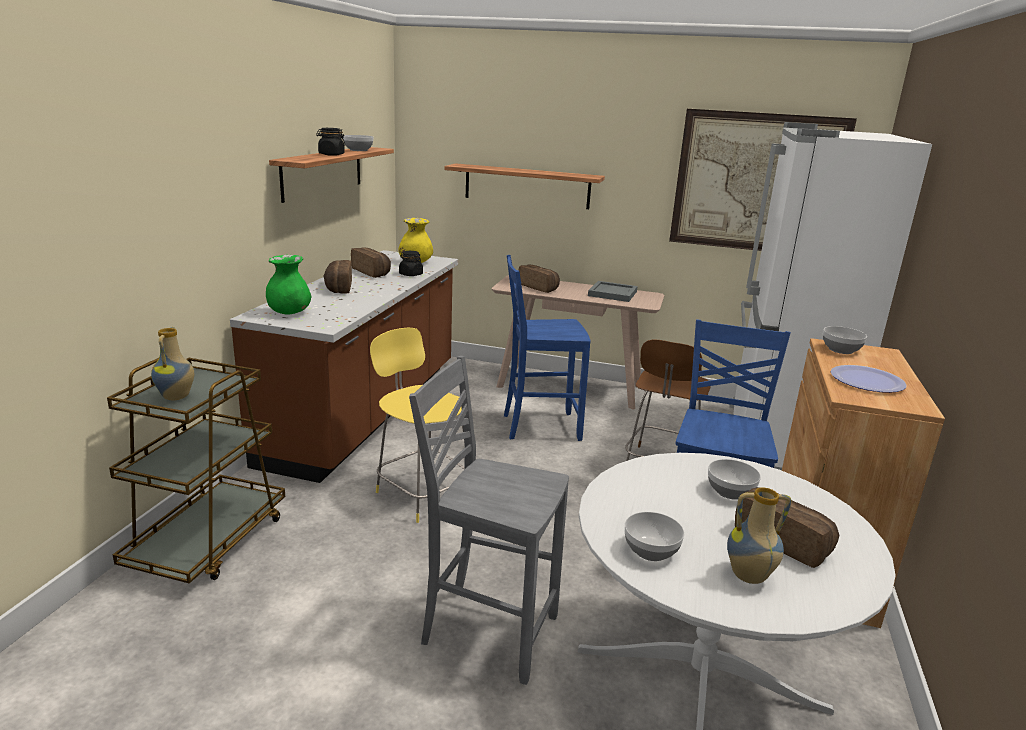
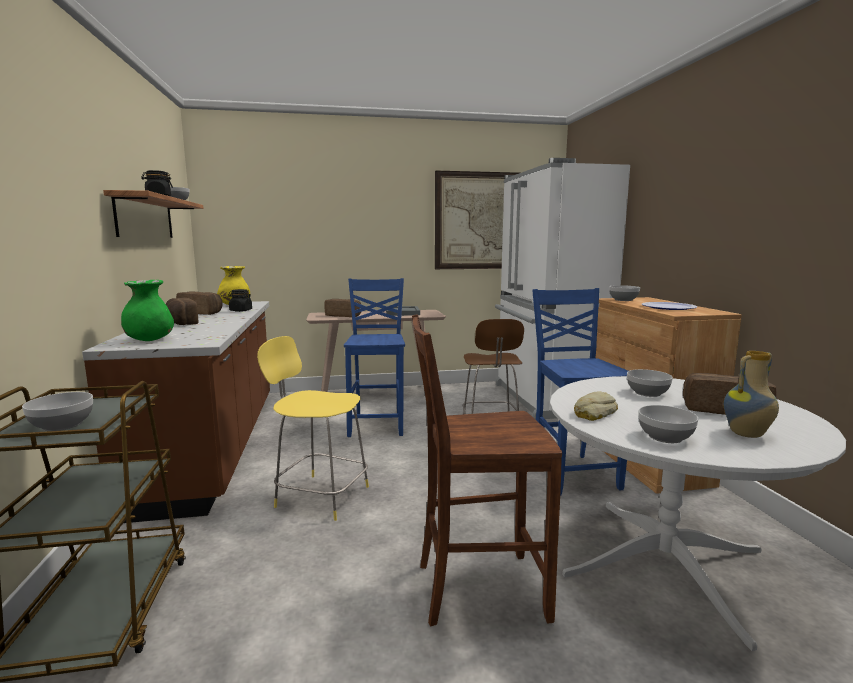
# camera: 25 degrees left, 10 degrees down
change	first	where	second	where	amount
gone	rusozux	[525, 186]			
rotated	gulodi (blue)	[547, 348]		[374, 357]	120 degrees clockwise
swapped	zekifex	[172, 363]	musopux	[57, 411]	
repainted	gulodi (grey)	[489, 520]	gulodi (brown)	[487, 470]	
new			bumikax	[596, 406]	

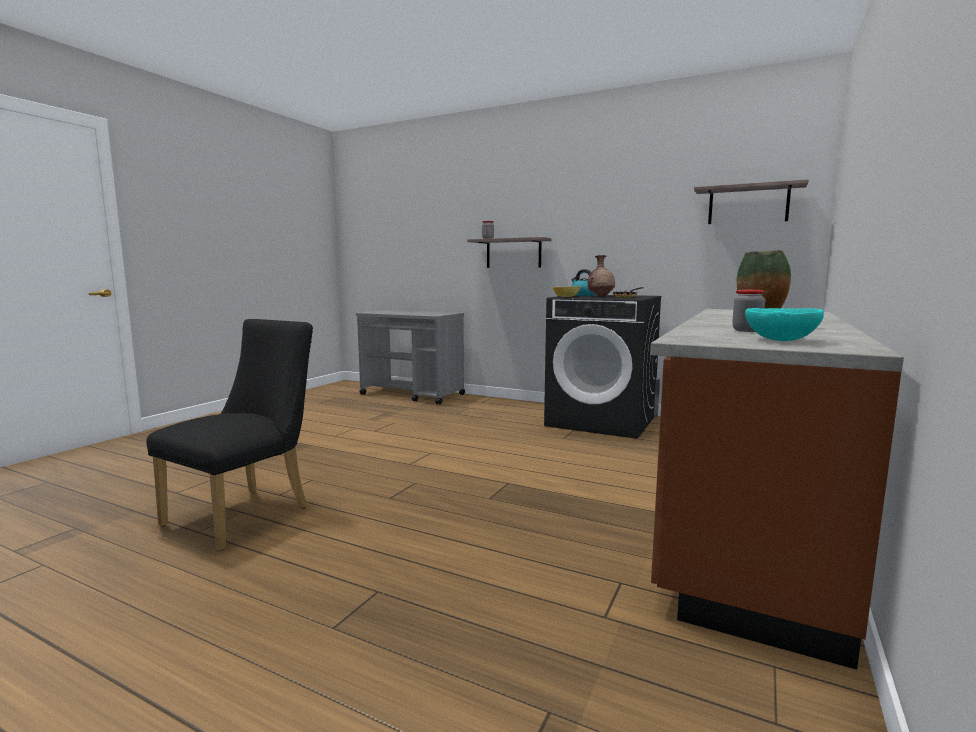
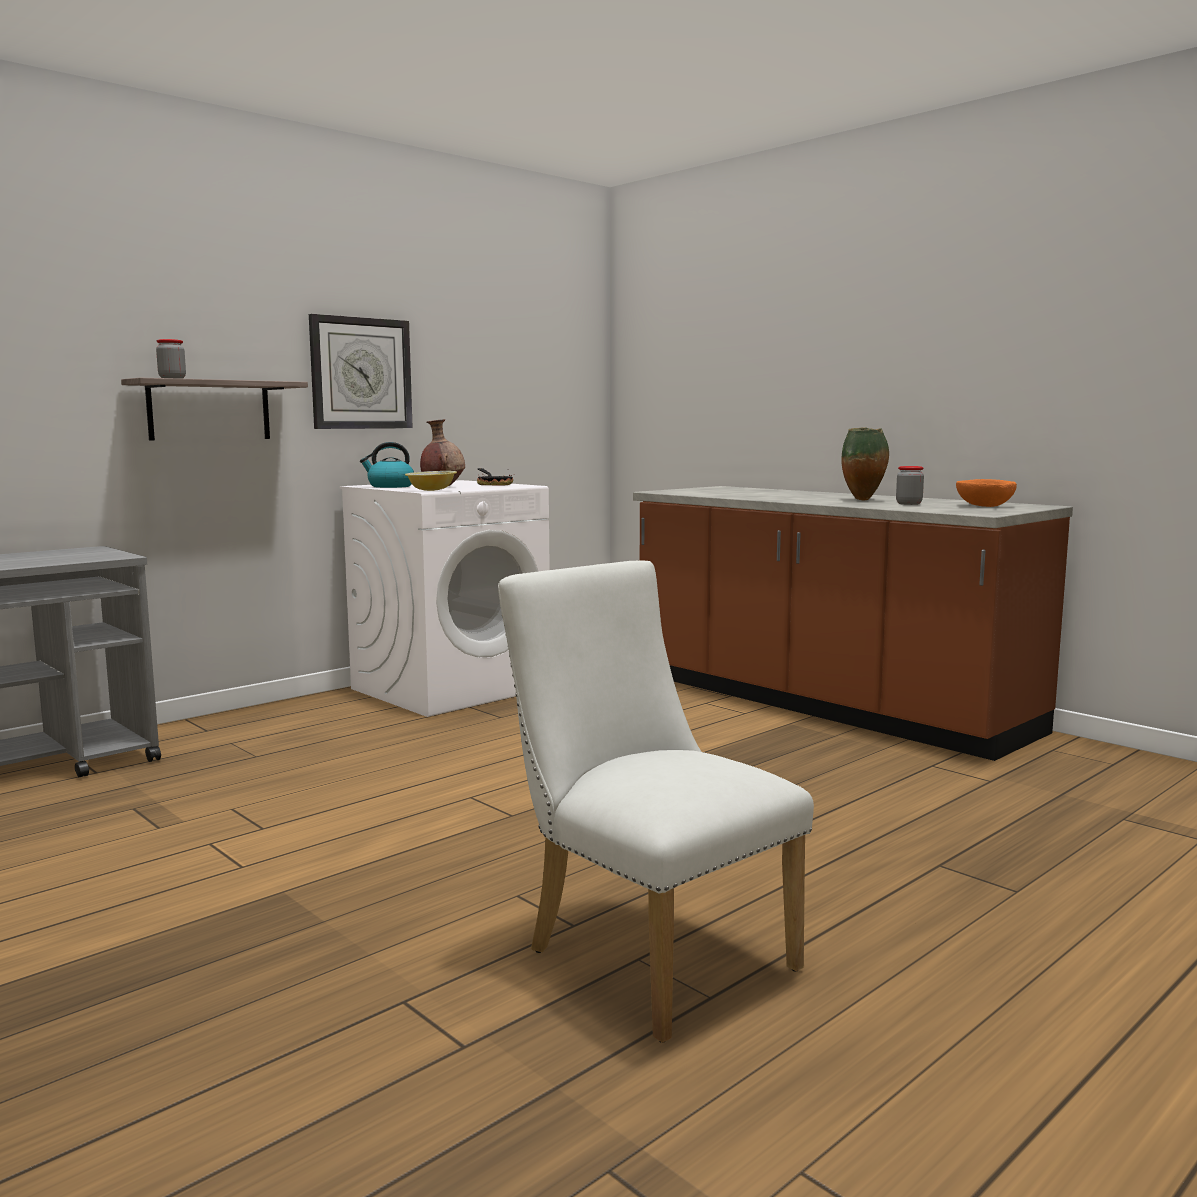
# camera: 70 degrees left, 0 degrees up
change	first	where	second	where	amount
gone	rusozux	[751, 201]			
repainted	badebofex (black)	[603, 367]	badebofex (white)	[445, 598]	
repainted	musopux (turquoise)	[784, 324]	musopux (orange)	[986, 493]	
repainted	gulodi (black)	[229, 435]	gulodi (white)	[656, 802]	
new			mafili	[361, 371]	

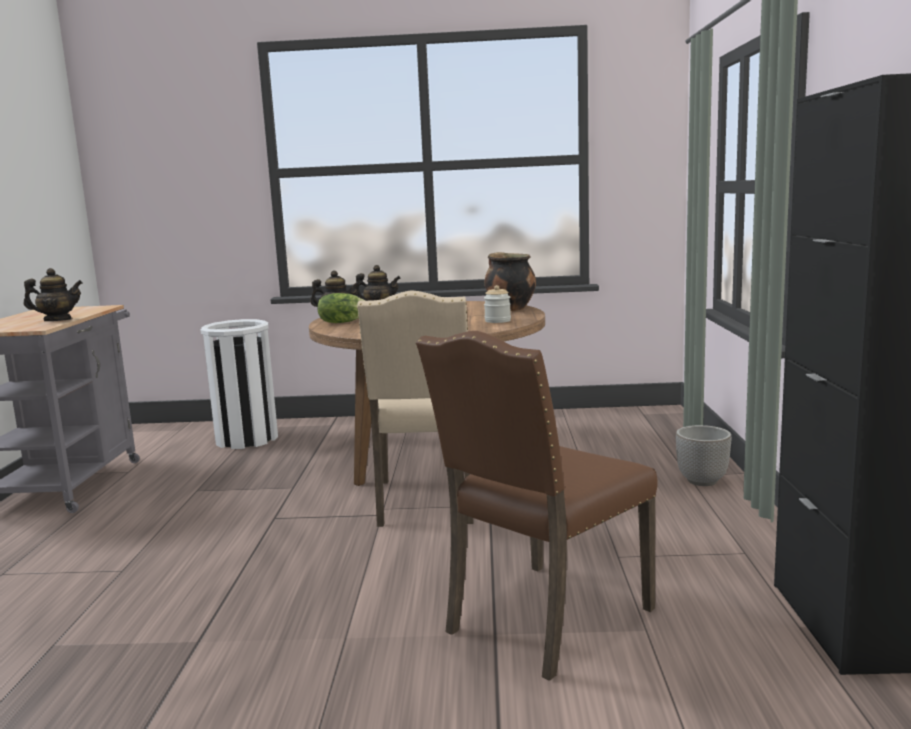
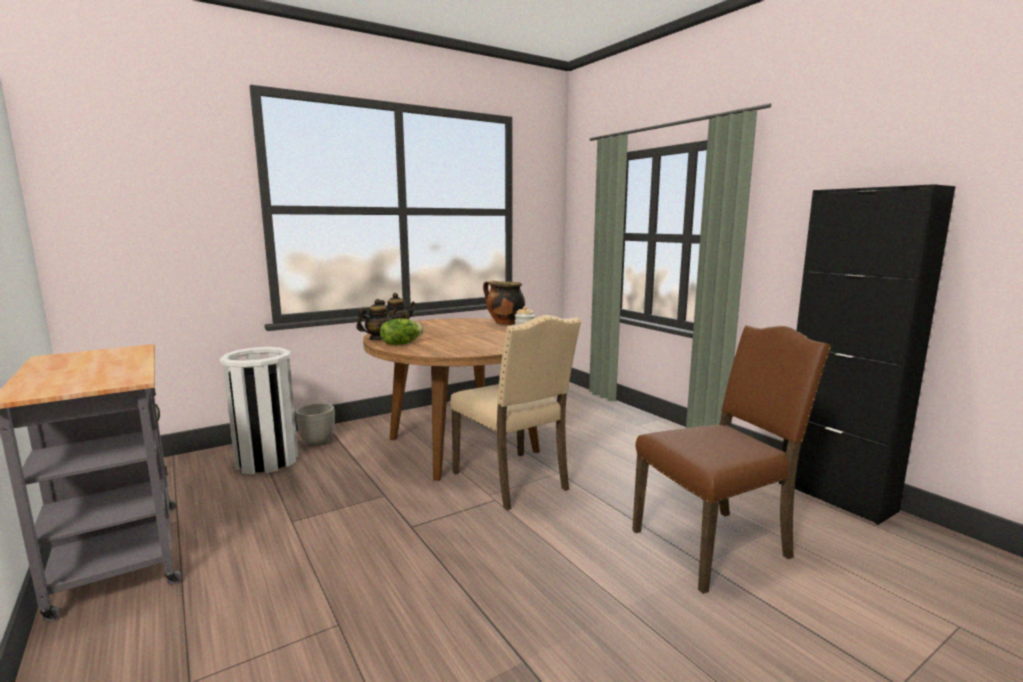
# camera: 35 degrees left, 0 degrees up
change	first	where	second	where	amount
gone	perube	[53, 294]			
rotated	gulodi (brown)	[537, 506]		[731, 459]	120 degrees counterclockwise
shifted	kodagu	[704, 455]		[315, 424]	

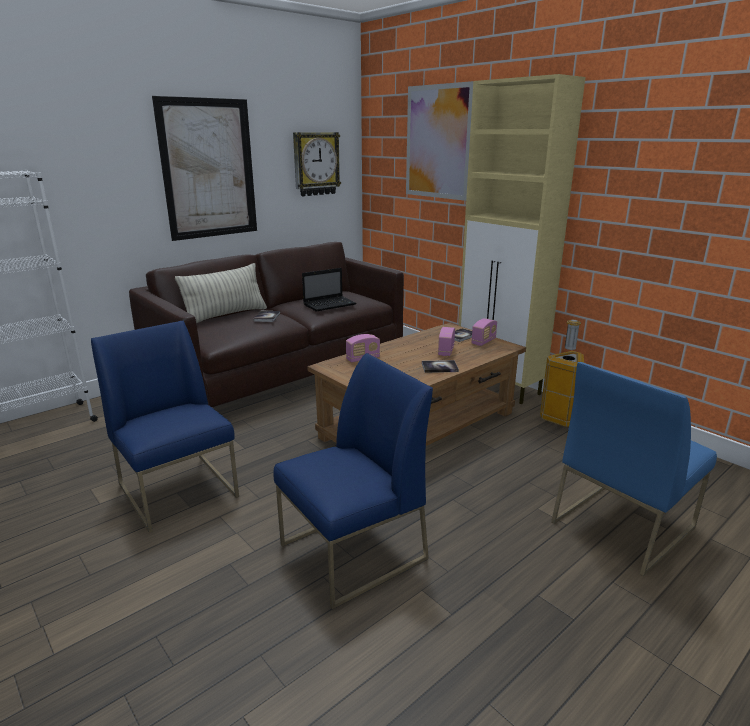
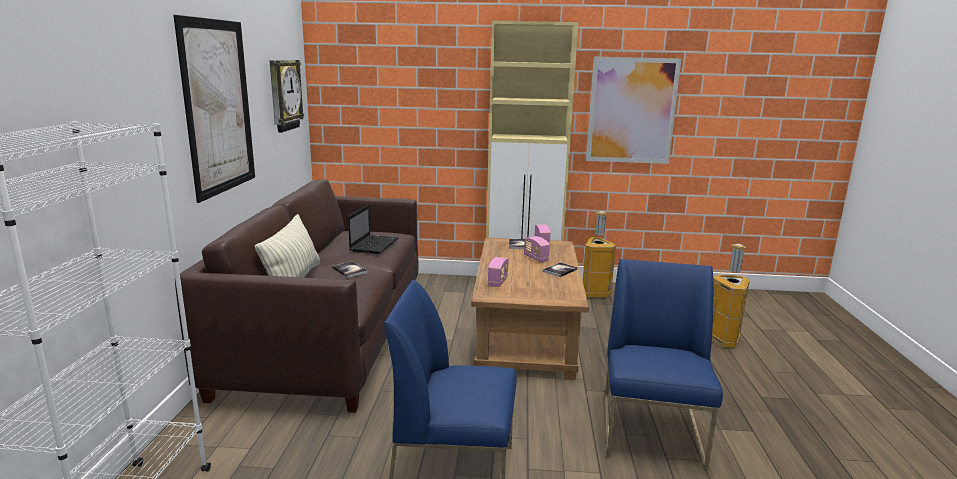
# camera: 45 degrees left, 5 degrees down
change	first	where	second	where	amount
shifted	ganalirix	[439, 141]		[633, 110]	
swapped	gulodi (blue)	[634, 469]	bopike	[731, 296]	

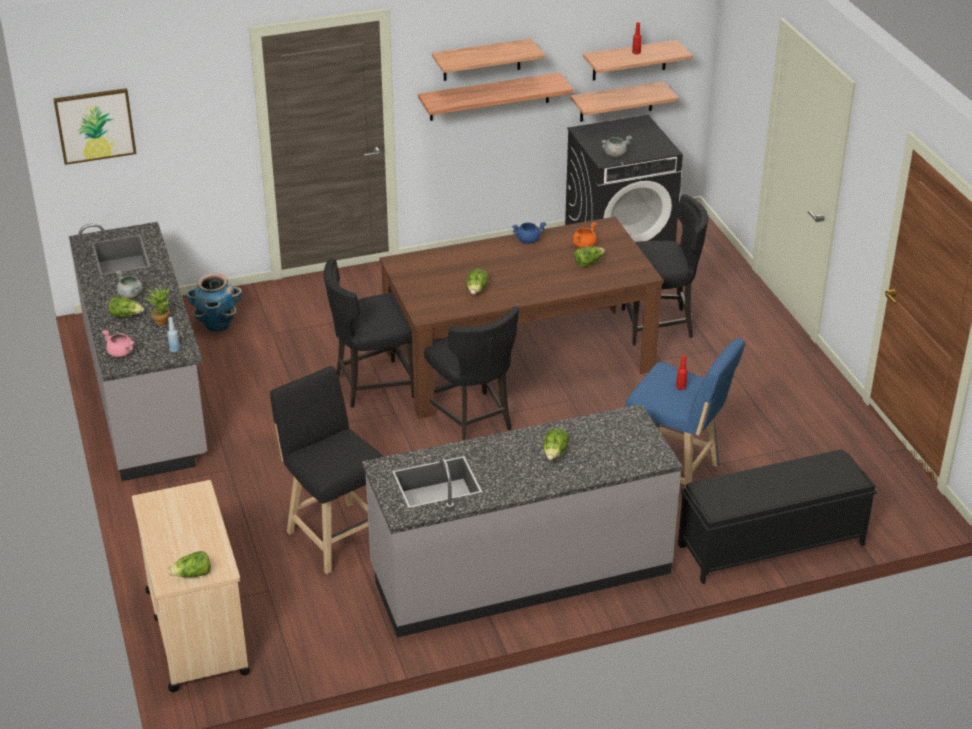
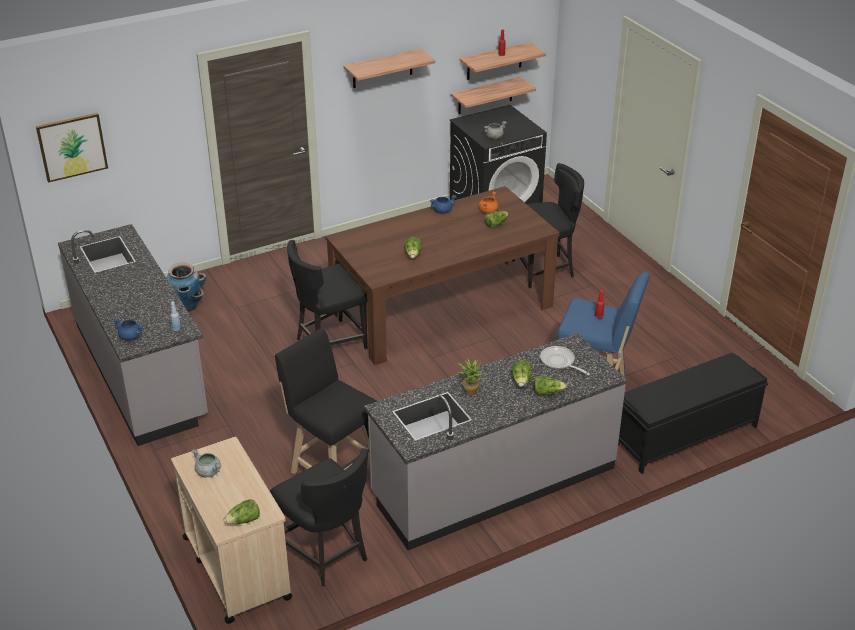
# camera: 10 degrees left, 0 degrees up
change	first	where	second	where	amount
gone	rusozux	[495, 97]			
shifted	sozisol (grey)	[129, 284]		[206, 463]	
shifted	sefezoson	[157, 305]		[470, 376]	
shifted	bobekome	[126, 306]		[550, 386]	
shifted	gulodi (black)	[471, 373]		[319, 517]	
repainted	sozisol (pink)	[118, 343]	sozisol (blue)	[128, 329]	
new			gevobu	[565, 360]	

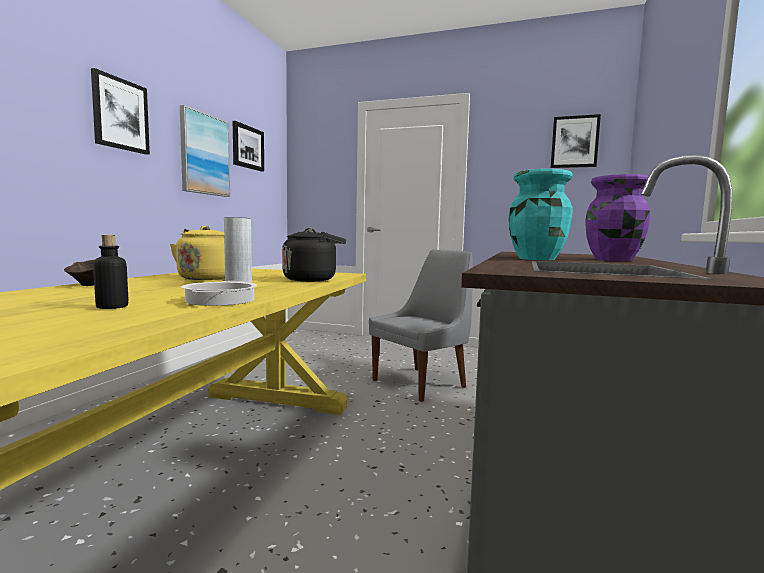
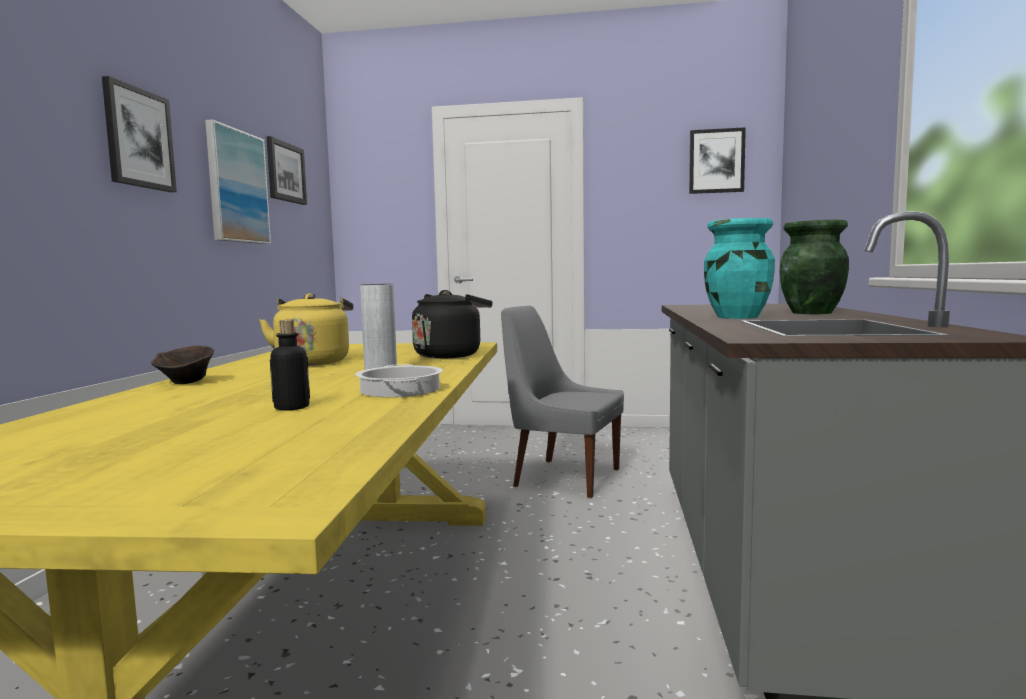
# camera: 10 degrees left, 0 degrees up
change	first	where	second	where	amount
repainted	zekifex (purple)	[617, 217]	zekifex (green)	[814, 267]	
rotated	gulodi (grey)	[421, 326]		[562, 402]	105 degrees counterclockwise

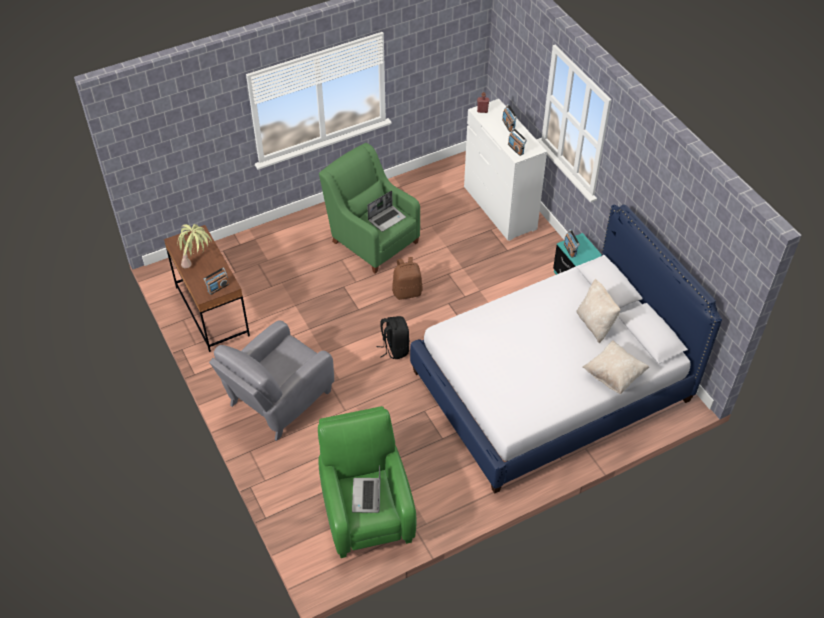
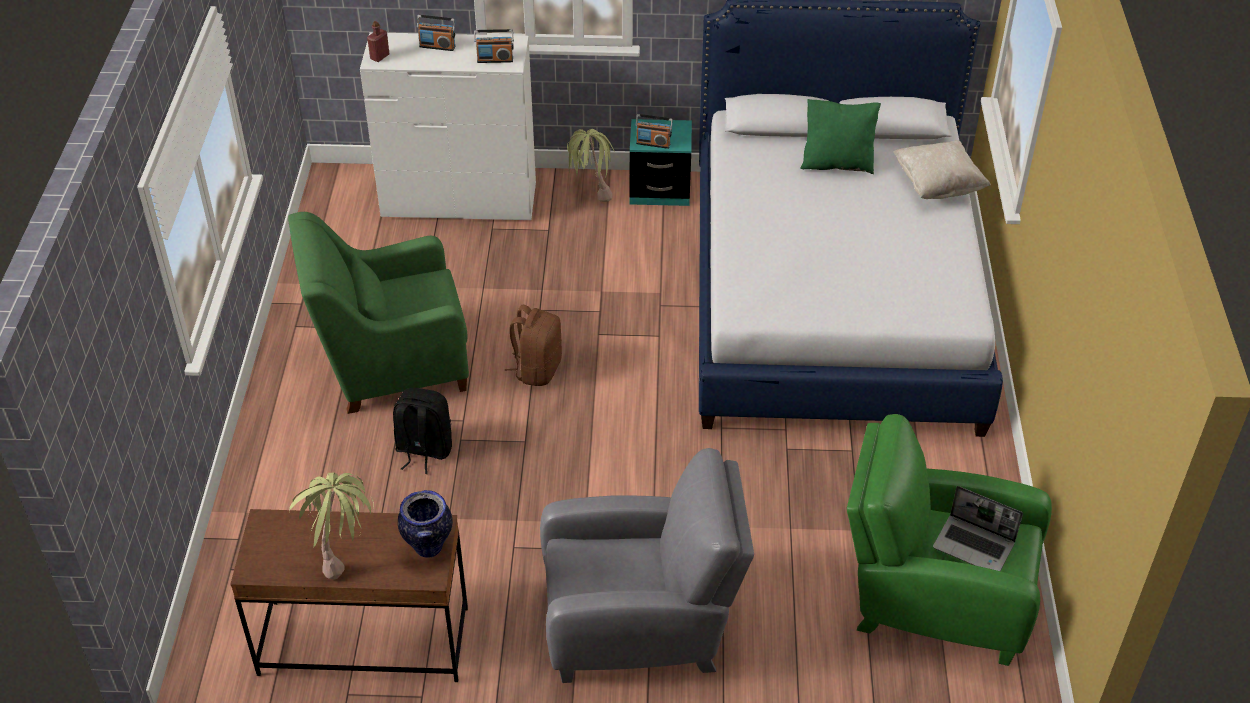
# camera: 60 degrees left, 5 degrees down
change	first	where	second	where	amount
gone	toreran	[386, 211]			
swapped	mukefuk	[216, 281]	zekifex	[425, 524]	
repainted	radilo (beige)	[598, 311]	radilo (green)	[840, 136]	
shifted	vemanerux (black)	[393, 337]		[422, 431]	
rotated	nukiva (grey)	[271, 380]		[647, 565]	75 degrees counterclockwise
new			sefezoson	[591, 165]	

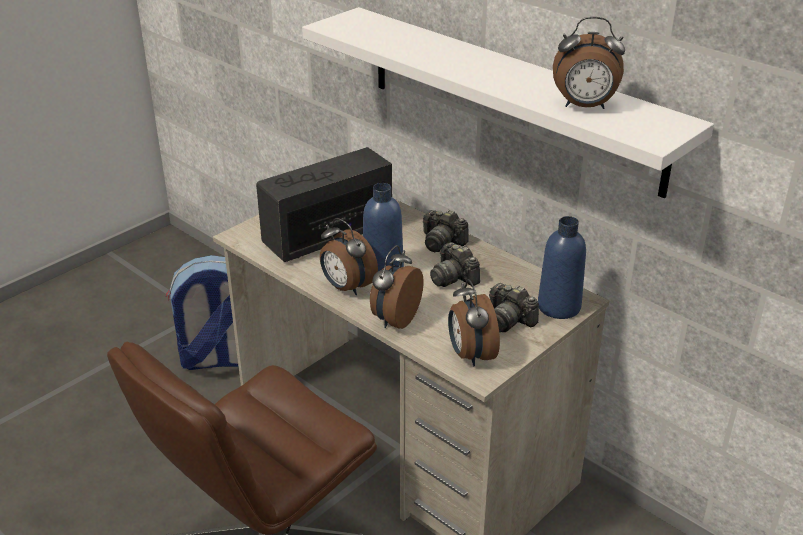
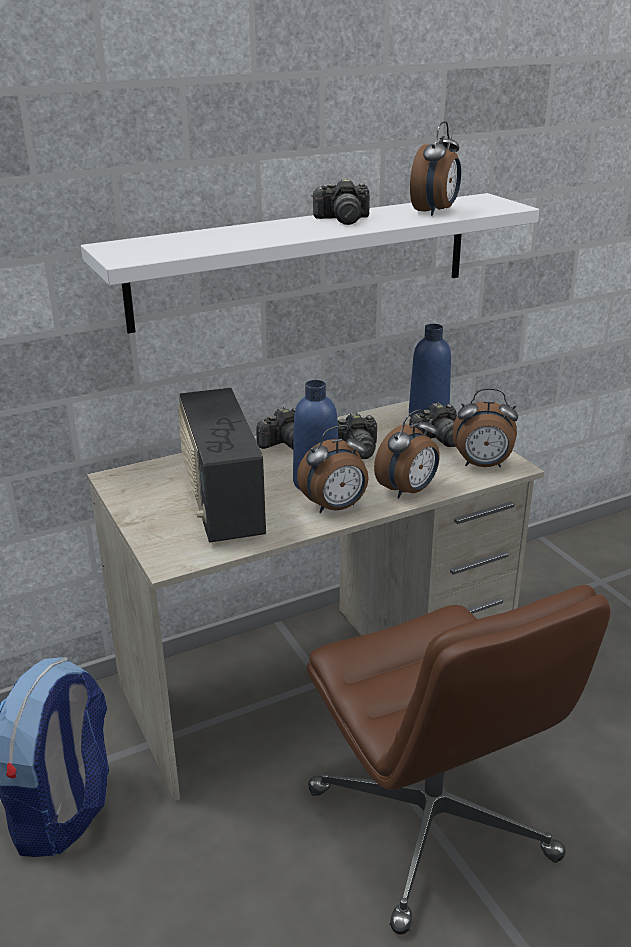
# camera: 70 degrees left, 5 degrees down
change	first	where	second	where	amount
rotated	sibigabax	[397, 287]		[407, 454]	90 degrees counterclockwise
new			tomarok	[340, 201]	

